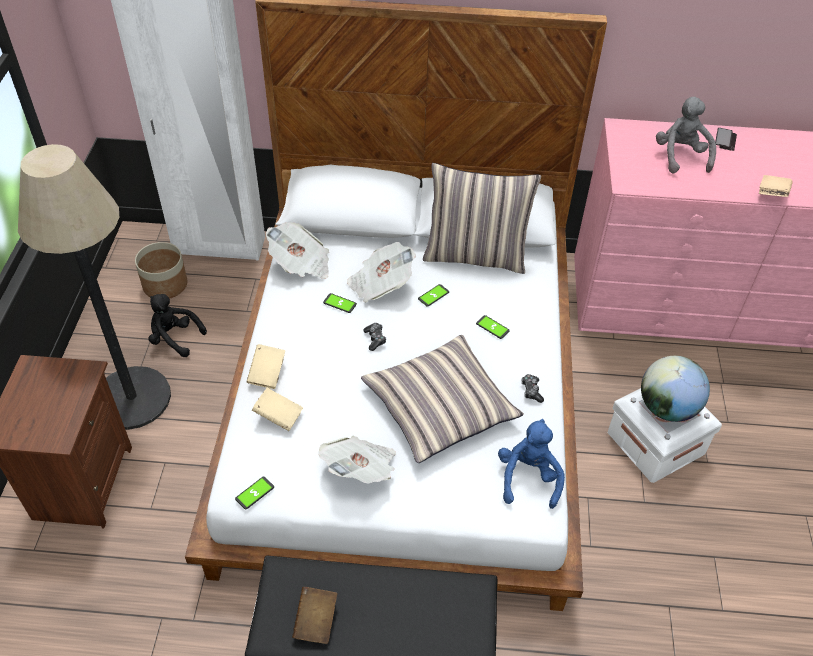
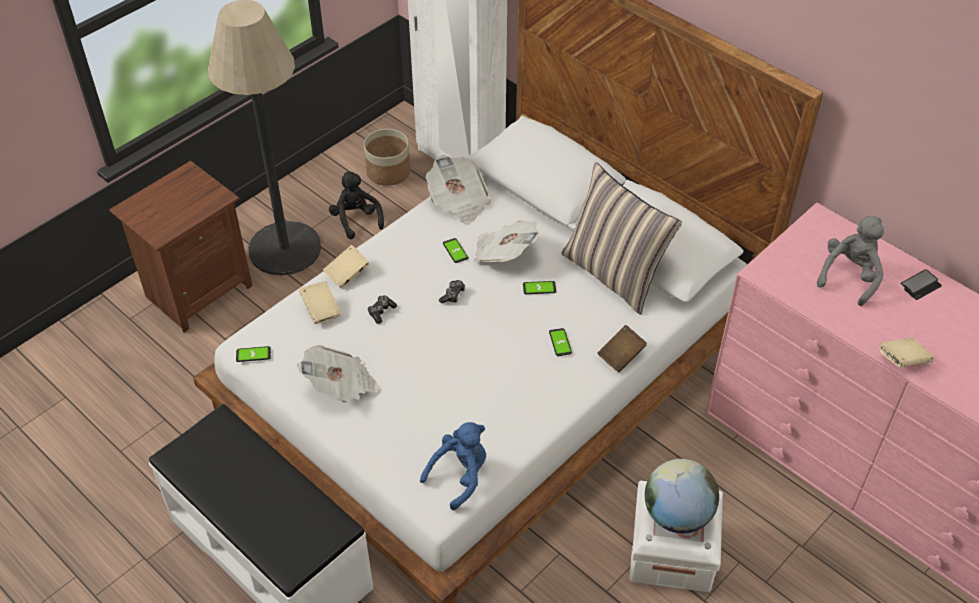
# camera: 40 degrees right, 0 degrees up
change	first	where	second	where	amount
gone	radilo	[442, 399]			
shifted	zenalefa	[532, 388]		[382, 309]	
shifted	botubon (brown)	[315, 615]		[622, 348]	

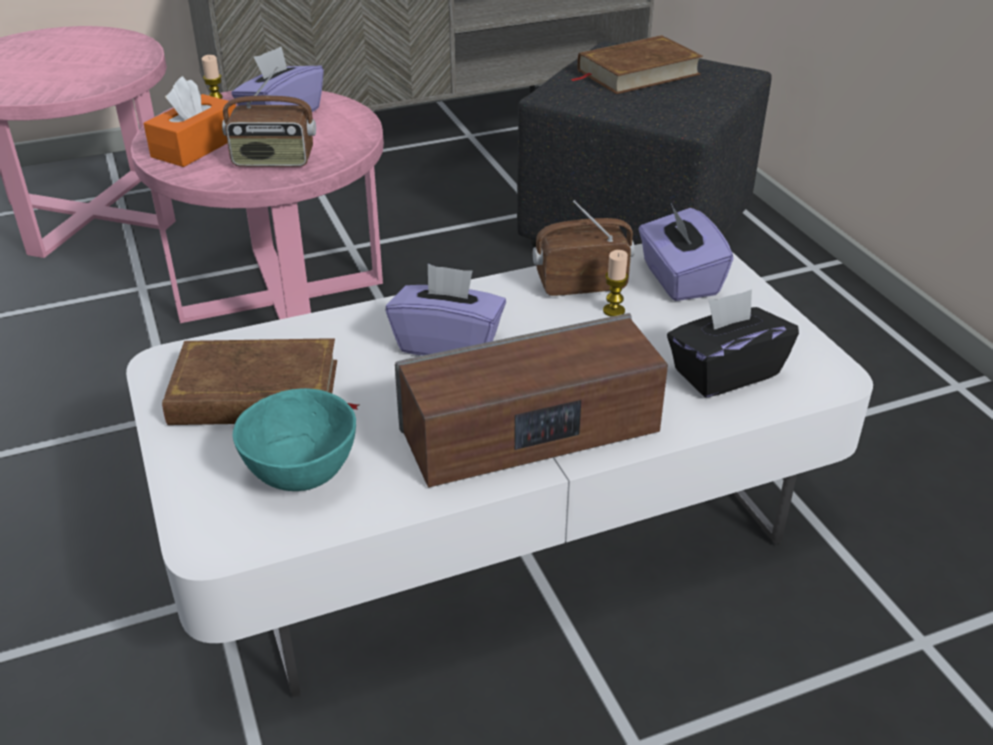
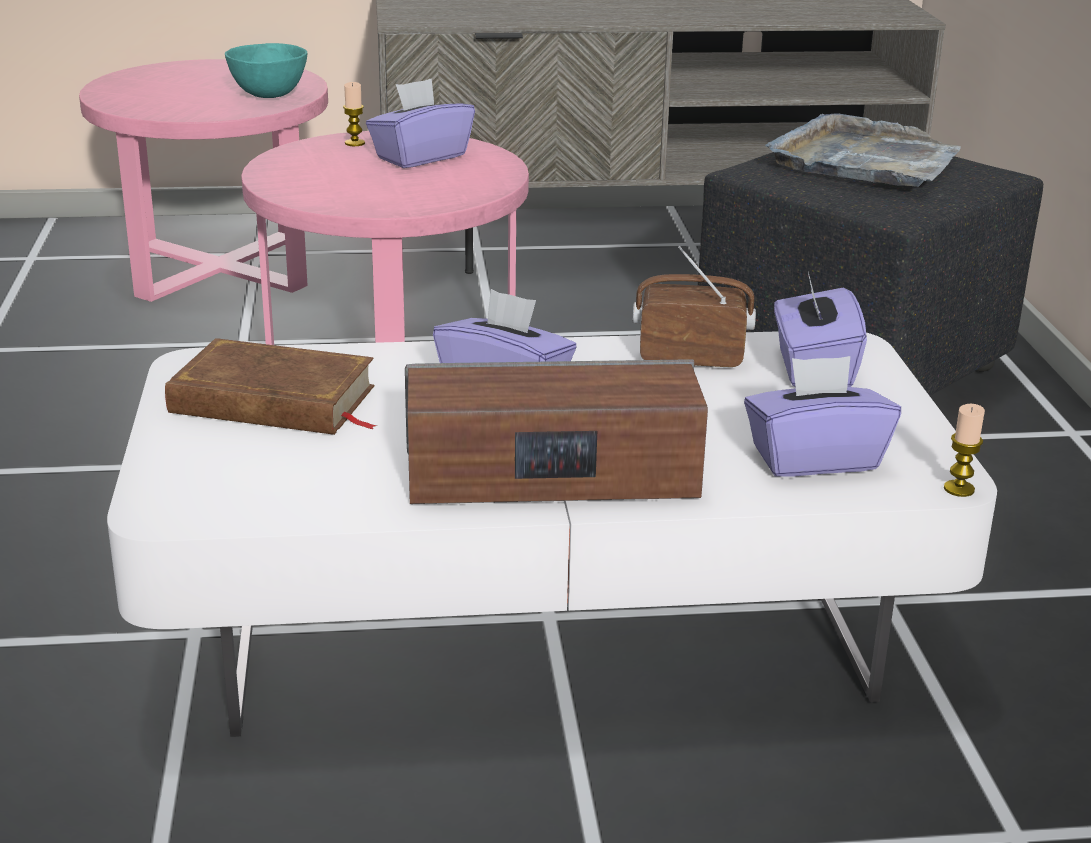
# camera: 15 degrees right, 10 degrees down
change	first	where	second	where	amount
swapped	botubon (brown)	[637, 64]	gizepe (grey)	[863, 150]	
gone	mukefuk	[269, 116]			
gone	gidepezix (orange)	[190, 121]			
shifted	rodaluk	[615, 283]		[964, 450]	
repainted	gidepezix (black)	[733, 343]	gidepezix (purple)	[822, 416]	
shifted	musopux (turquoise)	[294, 439]		[266, 70]	

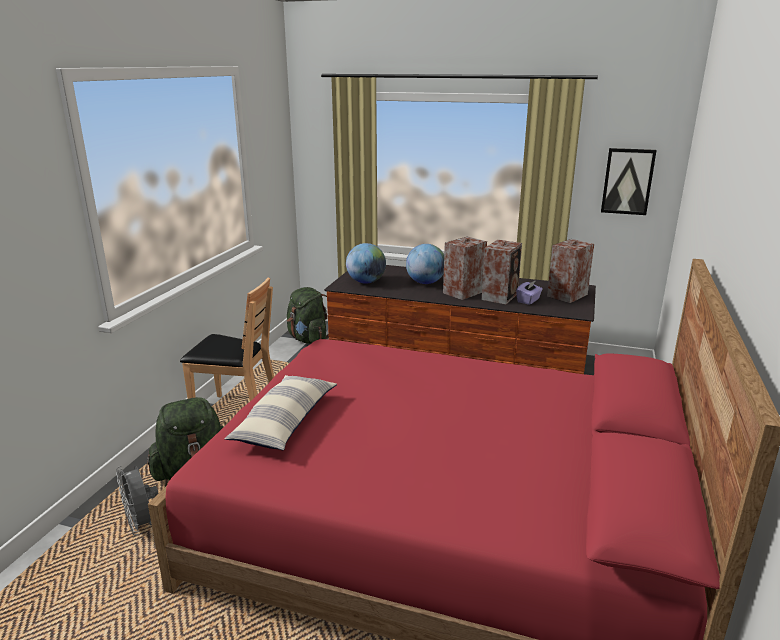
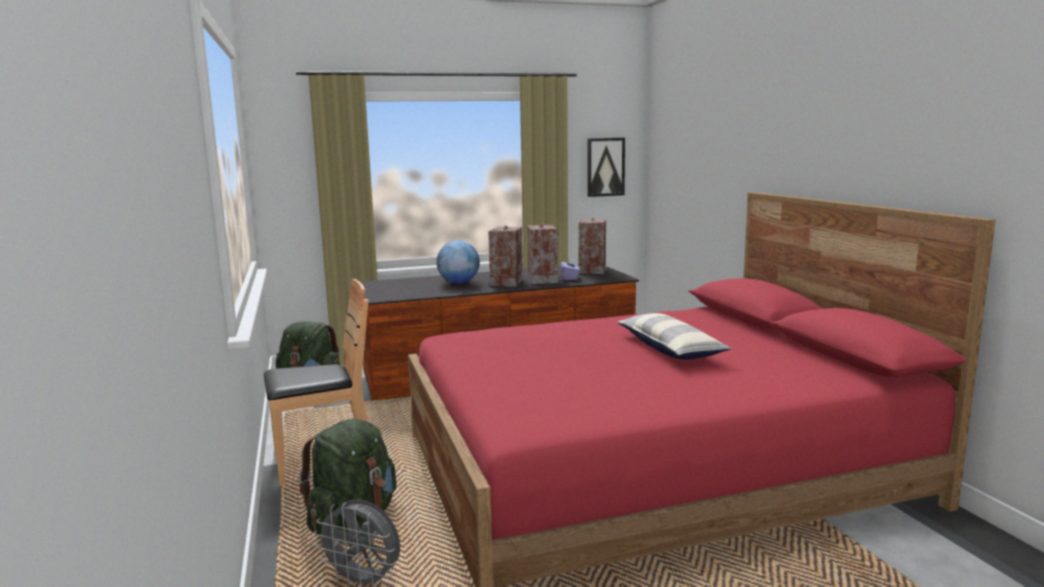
# camera: 35 degrees left, 10 degrees down
change	first	where	second	where	amount
gone	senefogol	[366, 263]			
shifted	radilo	[281, 412]		[674, 336]	

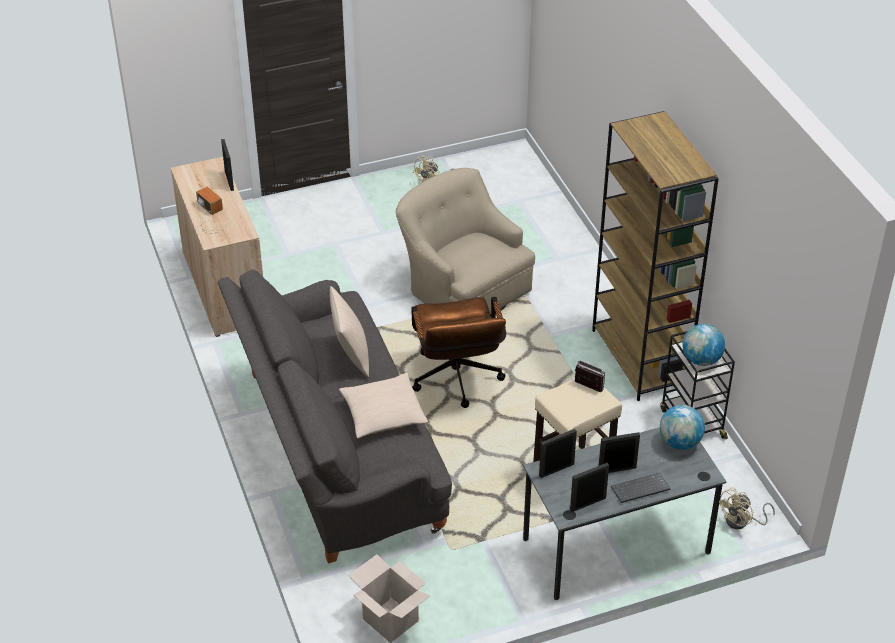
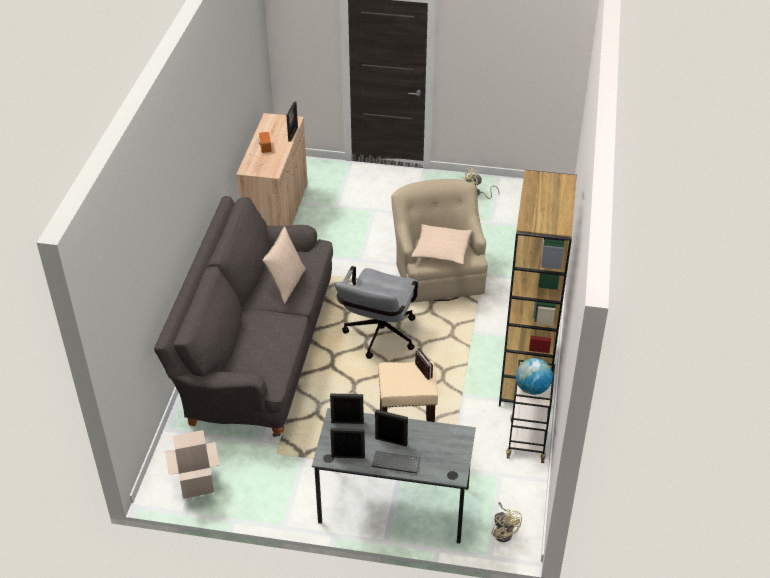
# camera: 30 degrees right, 0 degrees up
change	first	where	second	where	amount
repainted	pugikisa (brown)	[458, 352]	pugikisa (grey)	[377, 312]	
shifted	radilo (beige)	[383, 406]		[441, 244]	
gone	senefogol	[682, 427]			
rotated	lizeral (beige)	[747, 508]		[506, 522]	105 degrees counterclockwise

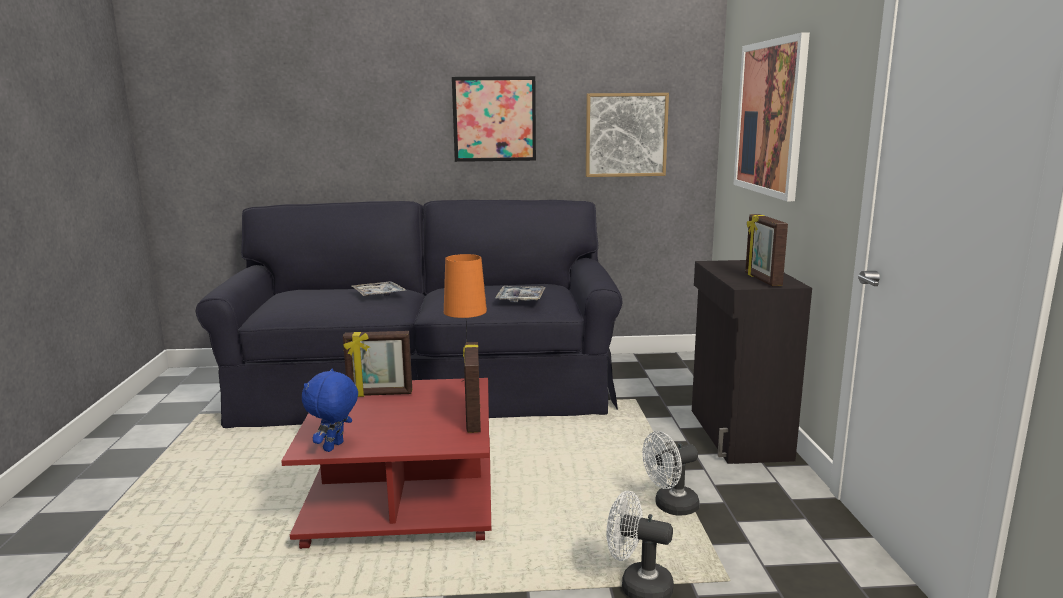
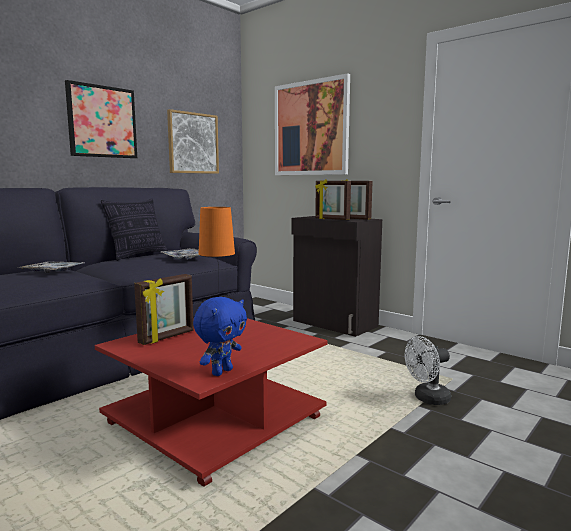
# camera: 45 degrees left, 5 degrees down
change	first	where	second	where	amount
shifted	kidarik	[472, 387]		[333, 199]	
rotated	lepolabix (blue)	[330, 410]		[220, 336]	120 degrees counterclockwise
gone	lizeral (white)	[671, 473]			
new			radilo	[134, 230]	

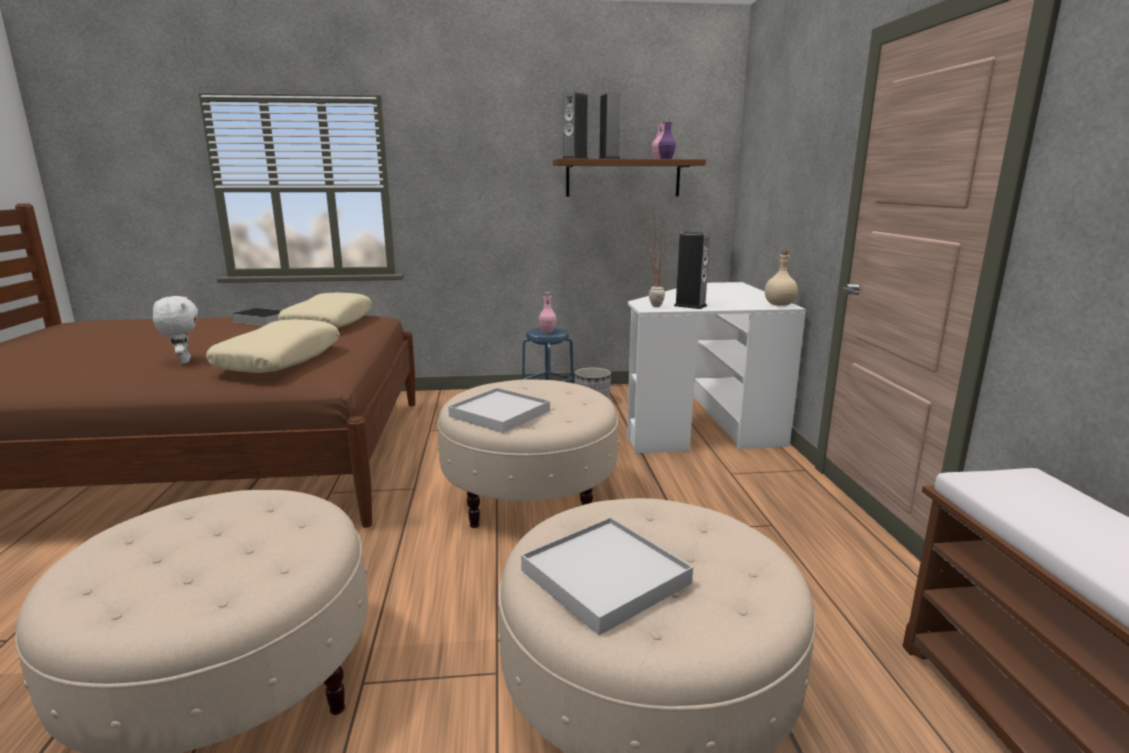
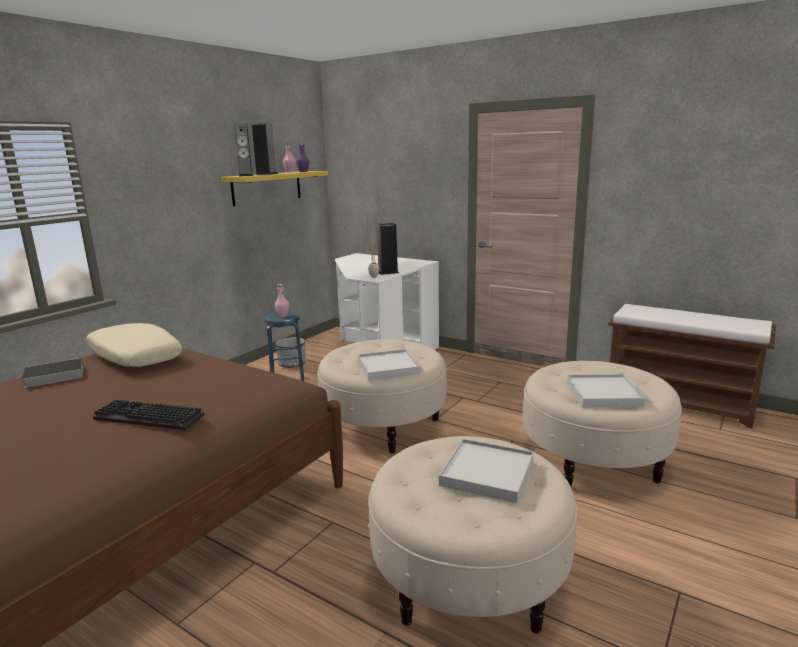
# camera: 50 degrees left, 0 degrees up
change	first	where	second	where	amount
repainted	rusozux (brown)	[629, 178]	rusozux (yellow)	[274, 188]	
gone	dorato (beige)	[781, 278]			
swapped	lepolabix (white)	[175, 330]	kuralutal	[148, 415]	
gone	radilo (beige)	[273, 346]			
new			gizepe (white)	[486, 471]	

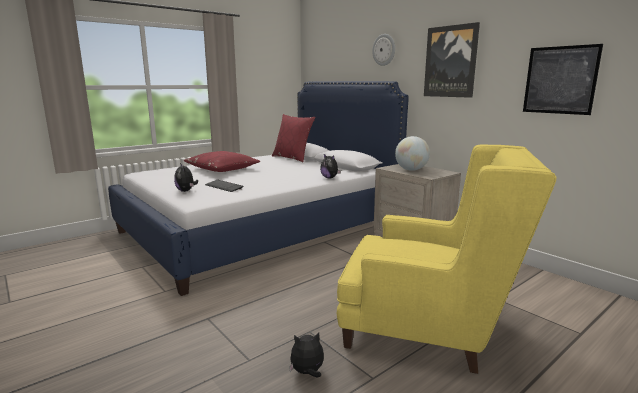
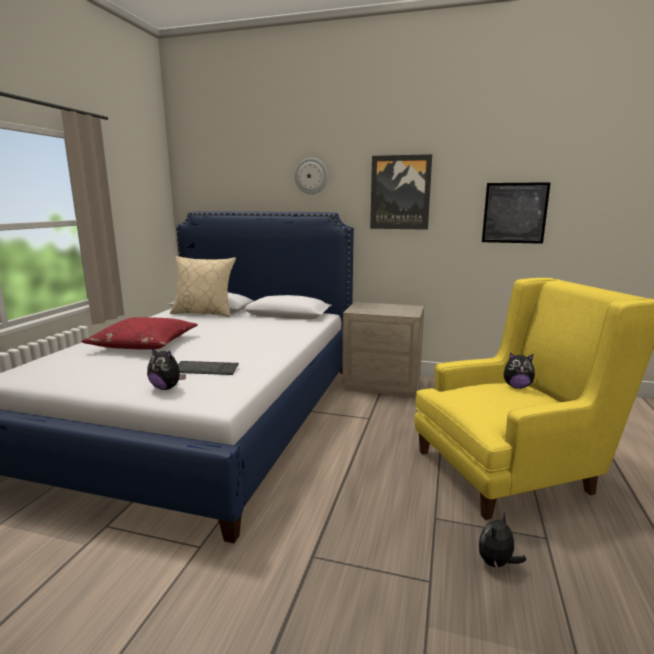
# camera: 35 degrees left, 0 degrees up
change	first	where	second	where	amount
repainted	radilo (red)	[293, 138]	radilo (beige)	[203, 286]	
gone	senefogol	[412, 153]			
shifted	lepolabix	[330, 166]		[519, 371]	

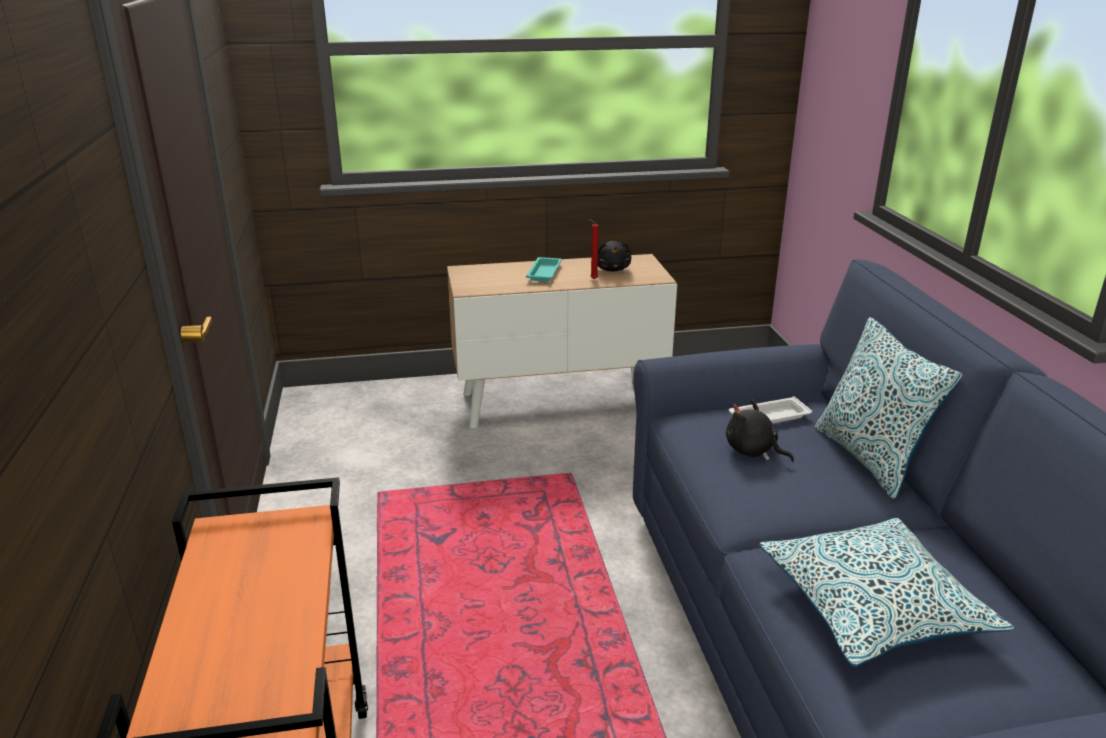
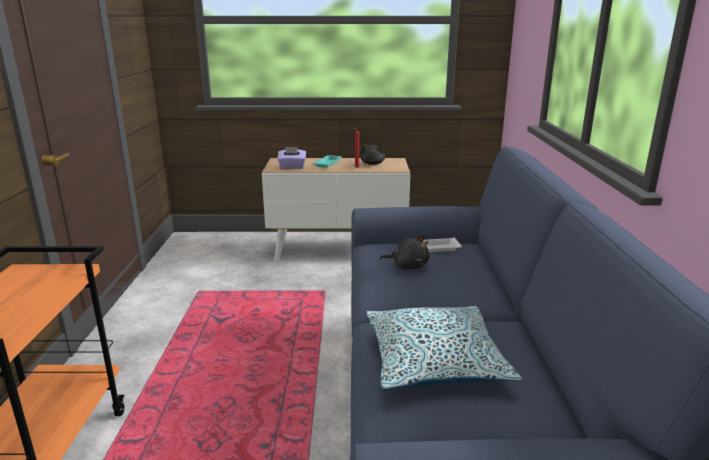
# camera: 10 degrees right, 5 degrees down
change	first	where	second	where	amount
gone	radilo	[889, 408]			
rotated	lepolabix (black)	[760, 431]		[405, 252]	150 degrees clockwise
new			gidepezix (purple)	[292, 158]	

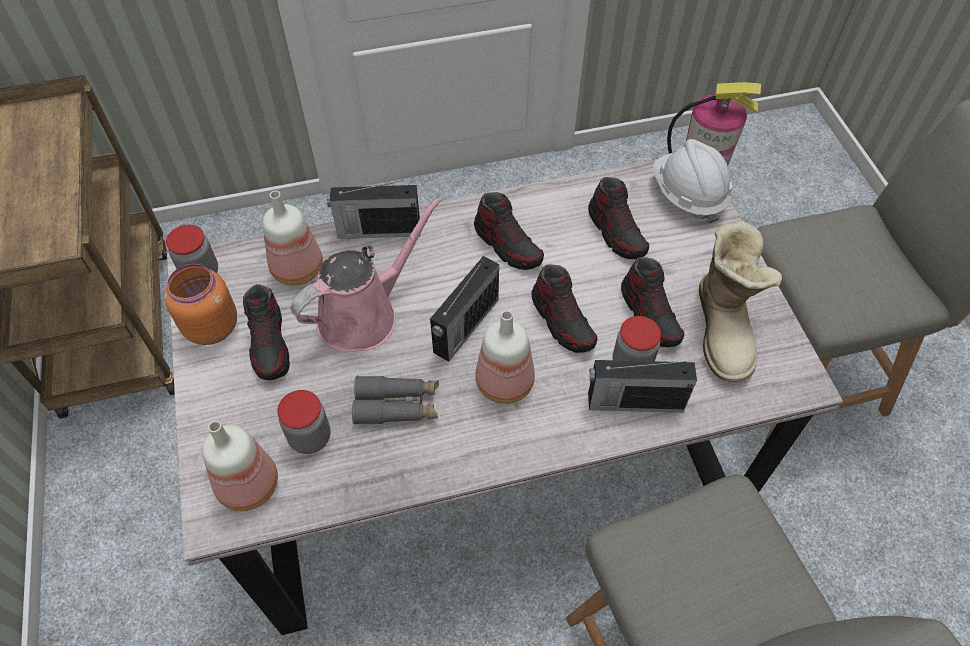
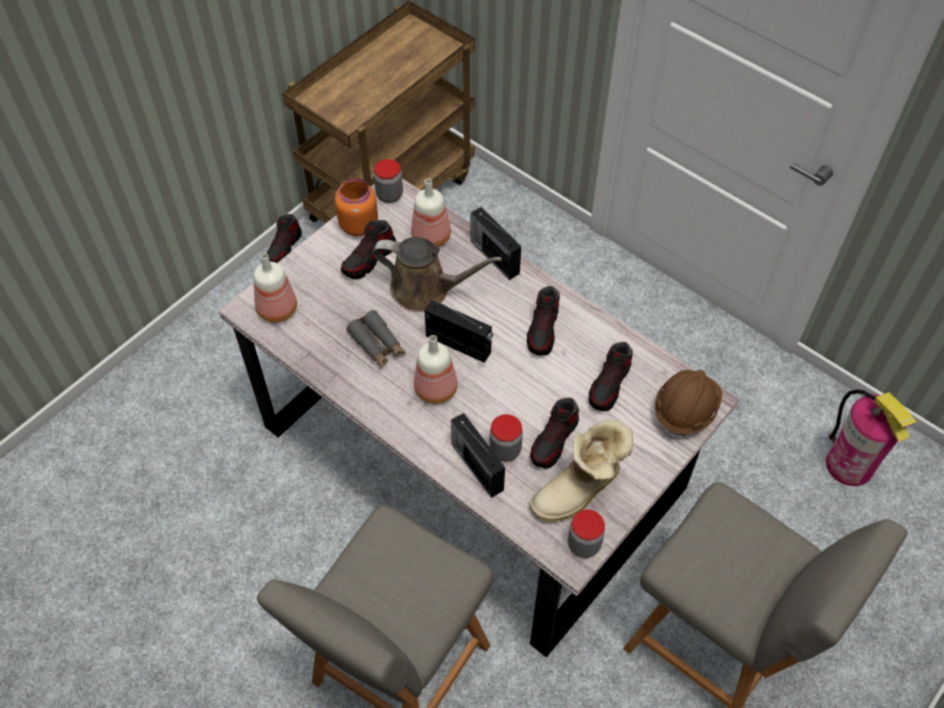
# camera: 55 degrees right, 0 degrees up
change	first	where	second	where	amount
repainted	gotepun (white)	[692, 181]	gotepun (brown)	[688, 405]	
repainted	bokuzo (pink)	[367, 274]	bokuzo (brown)	[437, 274]	
rotated	mukefuk	[464, 309]		[458, 331]	150 degrees counterclockwise
shifted	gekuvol	[564, 308]		[284, 238]	
shifted	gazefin	[303, 422]		[586, 534]	

